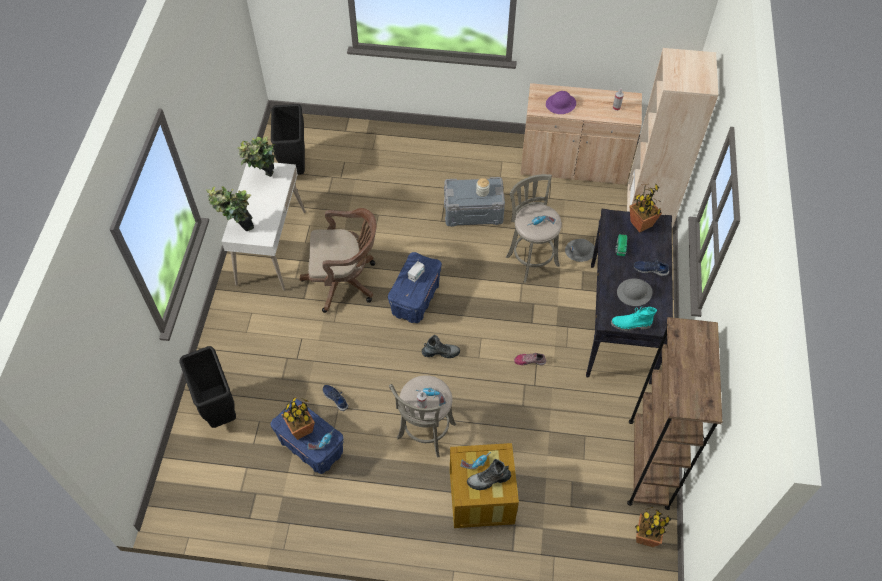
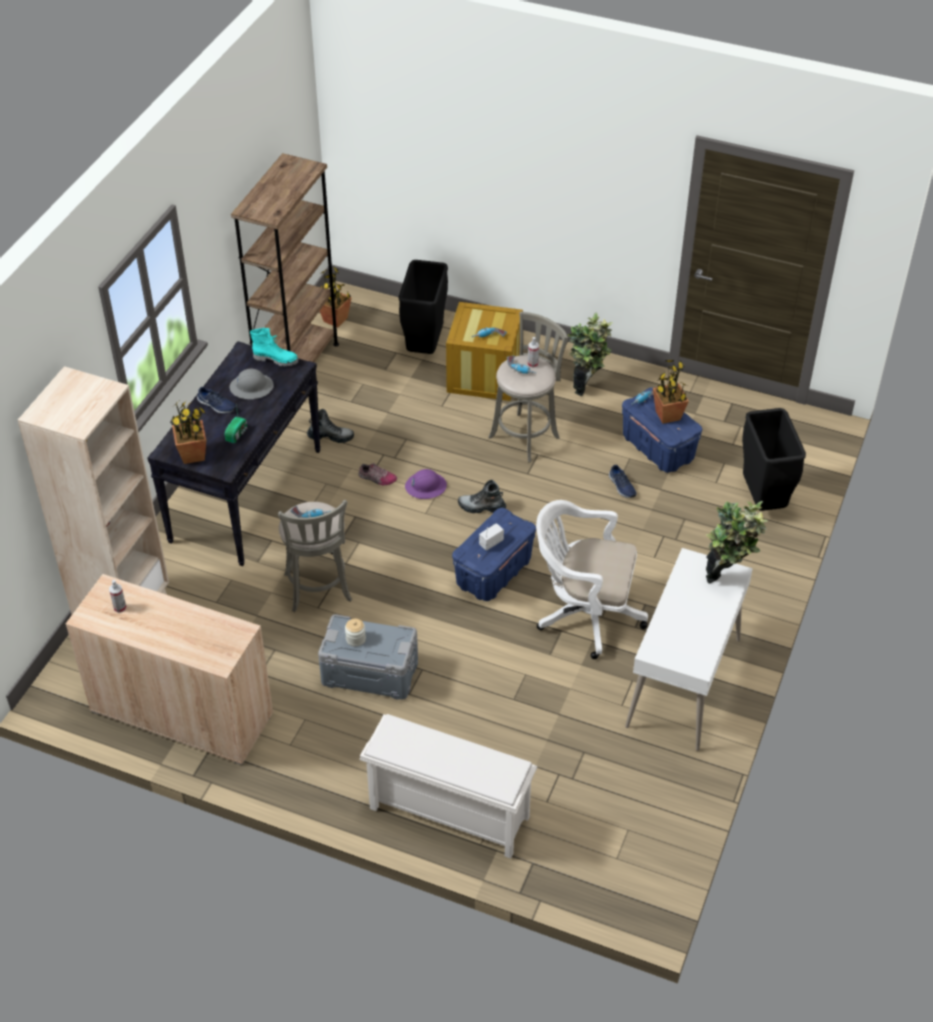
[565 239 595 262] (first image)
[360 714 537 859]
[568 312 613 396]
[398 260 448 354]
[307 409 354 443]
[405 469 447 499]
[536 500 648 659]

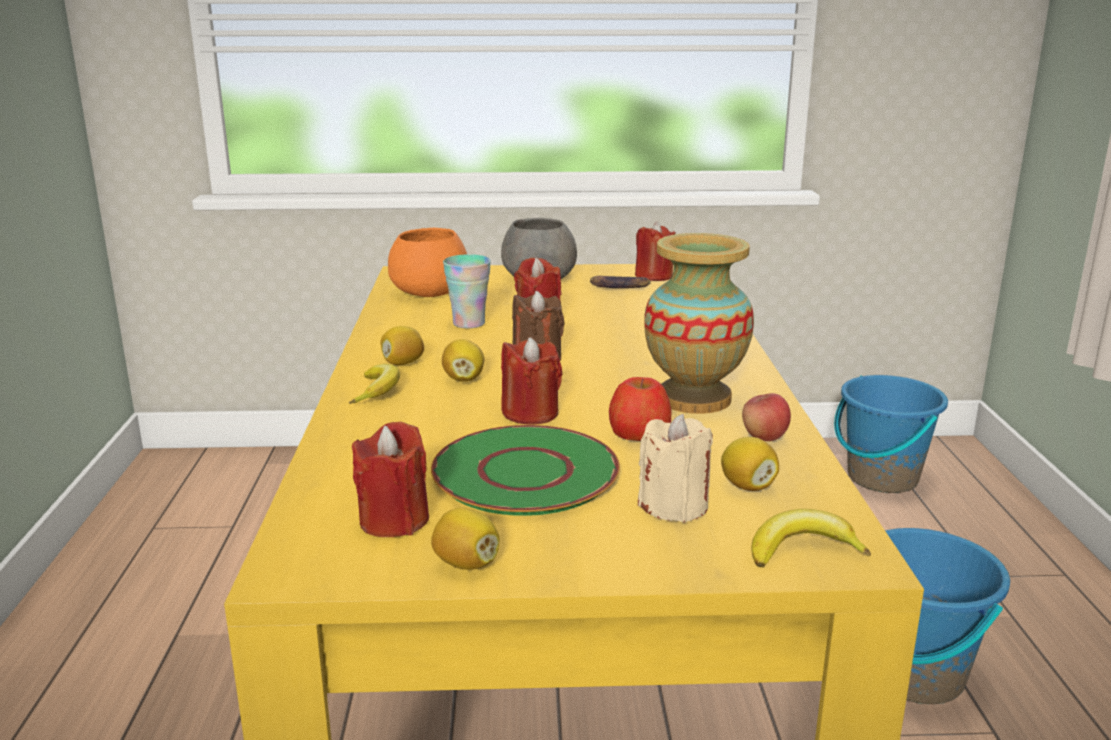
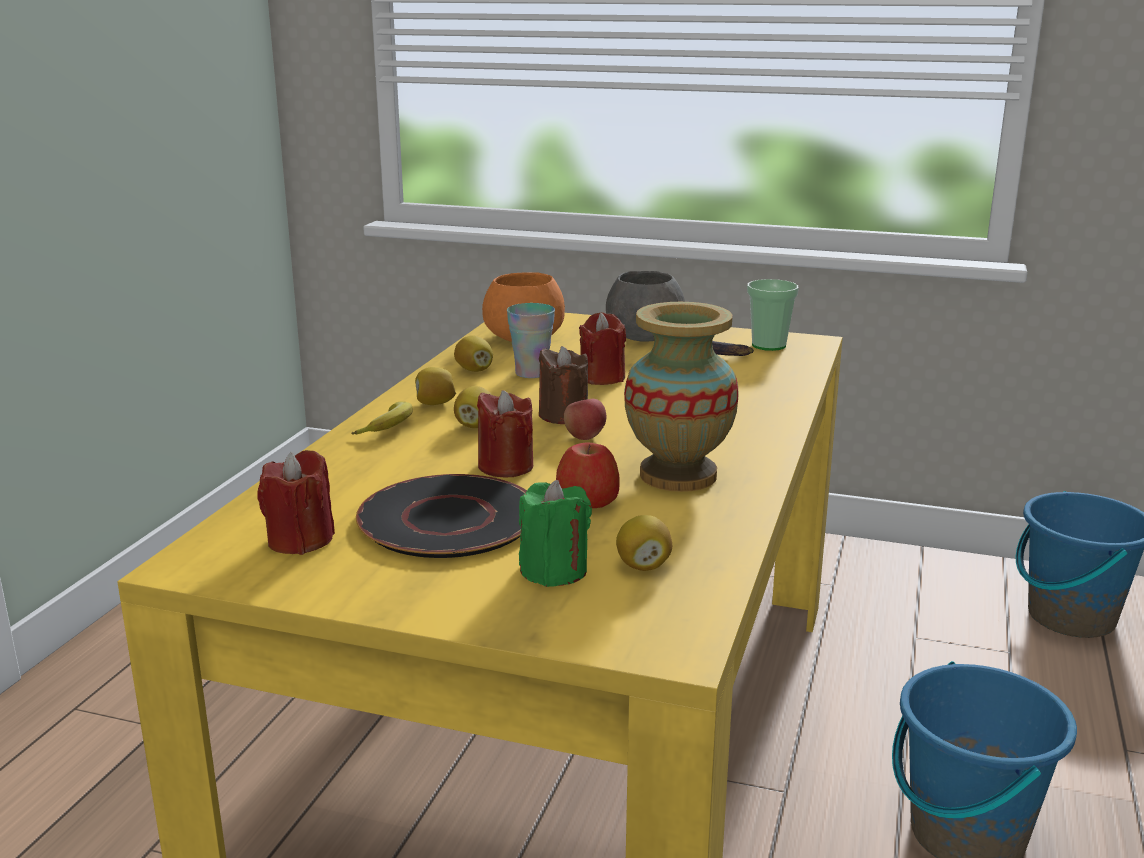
[751 509 871 568] (first image)
[454 335 493 372]
[564 399 606 440]
[747 279 799 351]
[356 474 527 558]
[519 480 592 587]

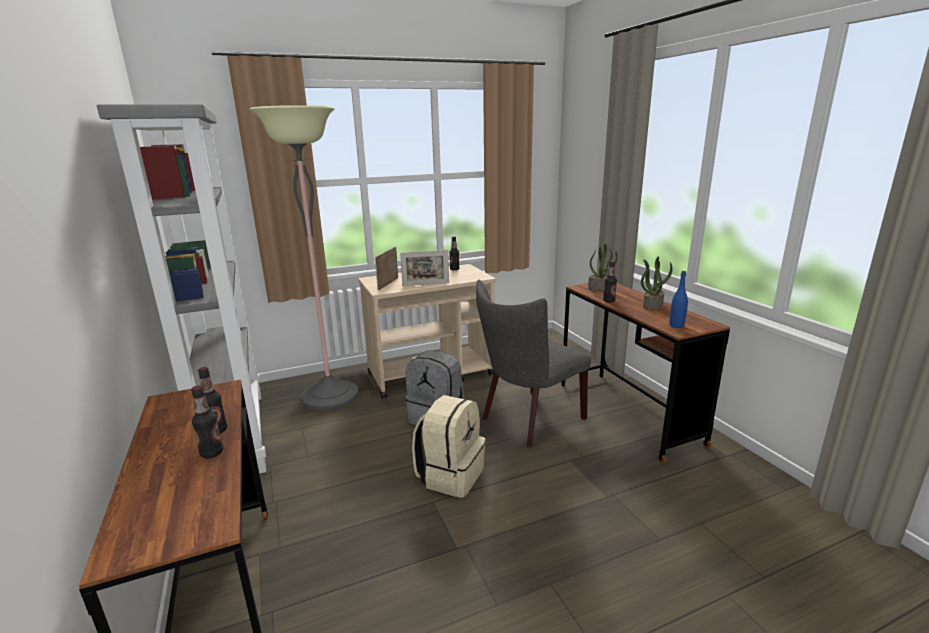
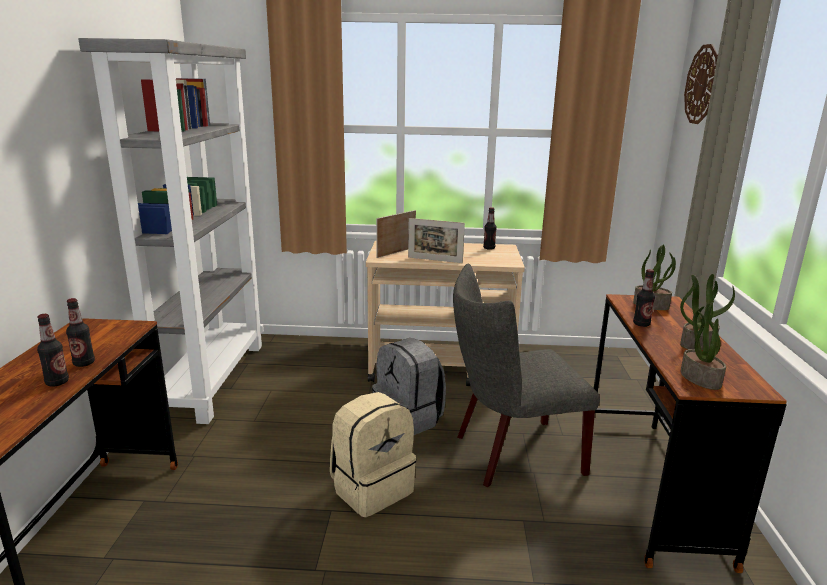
[249 105 359 410] (first image)
[684 44 718 124]
[680 301 726 390]

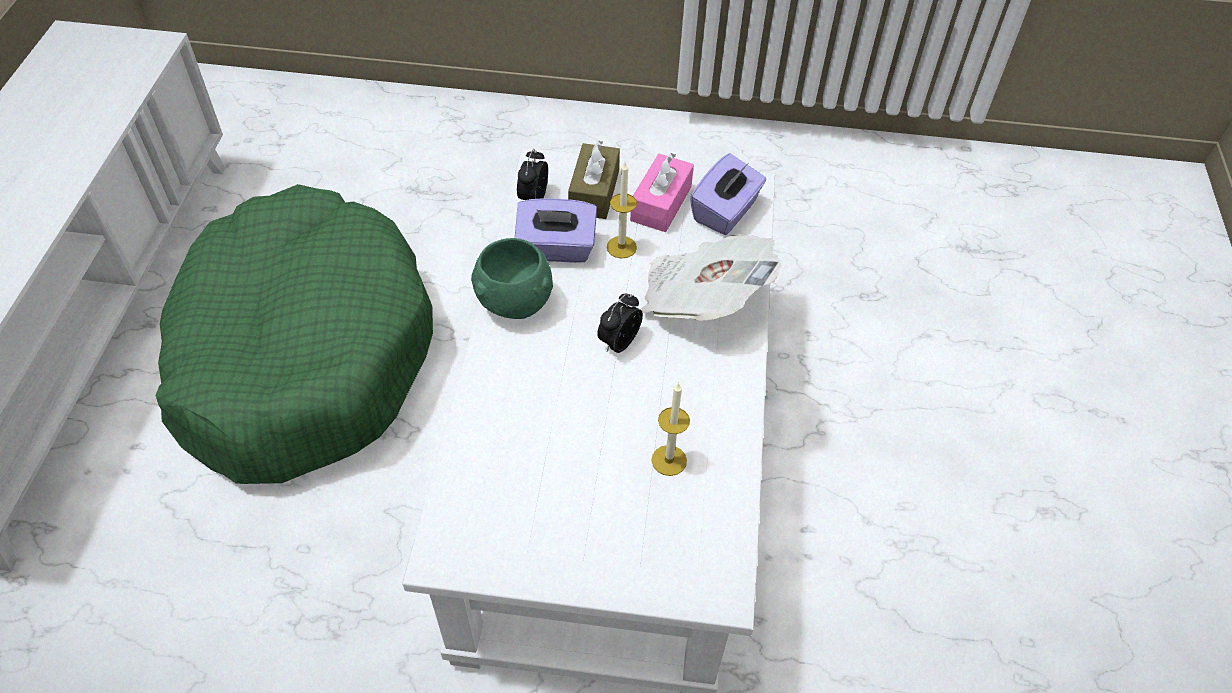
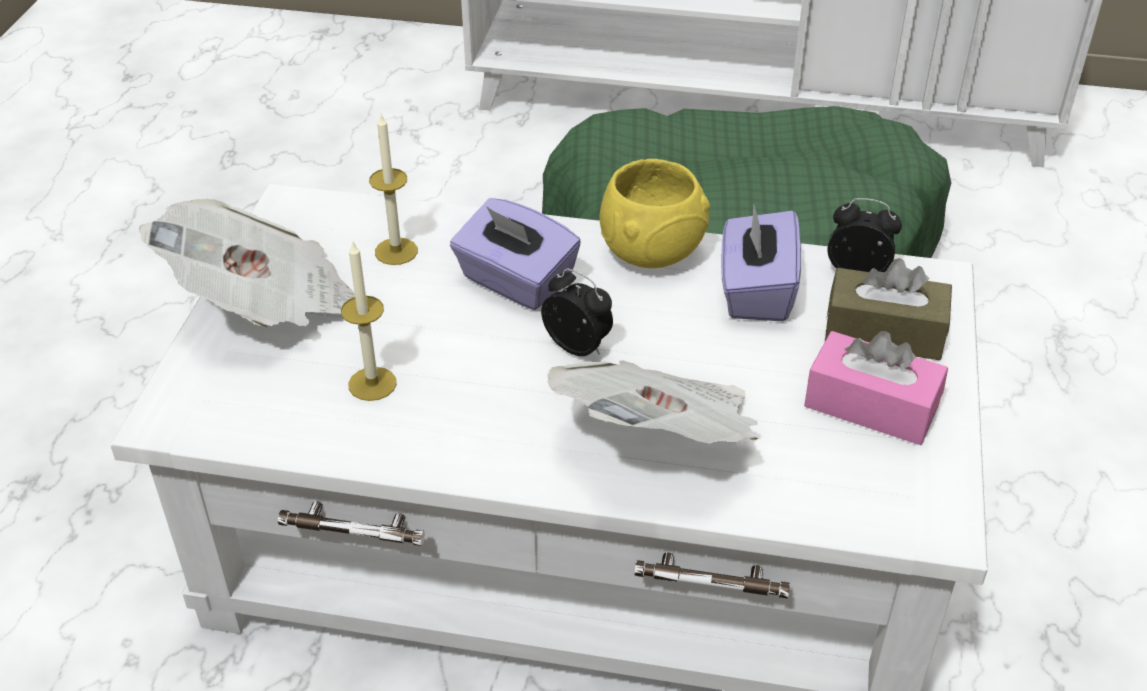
[139 199 355 327]
[369 115 418 265]
[450 198 581 310]
[599 159 710 268]

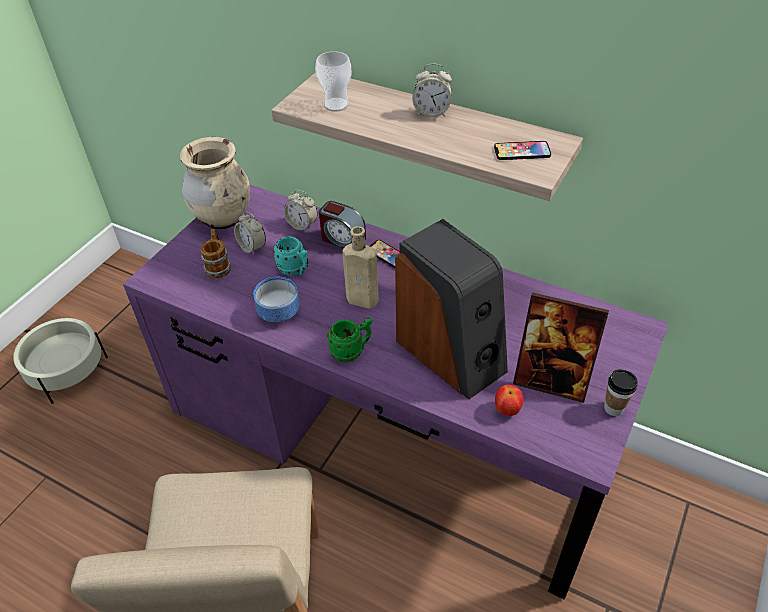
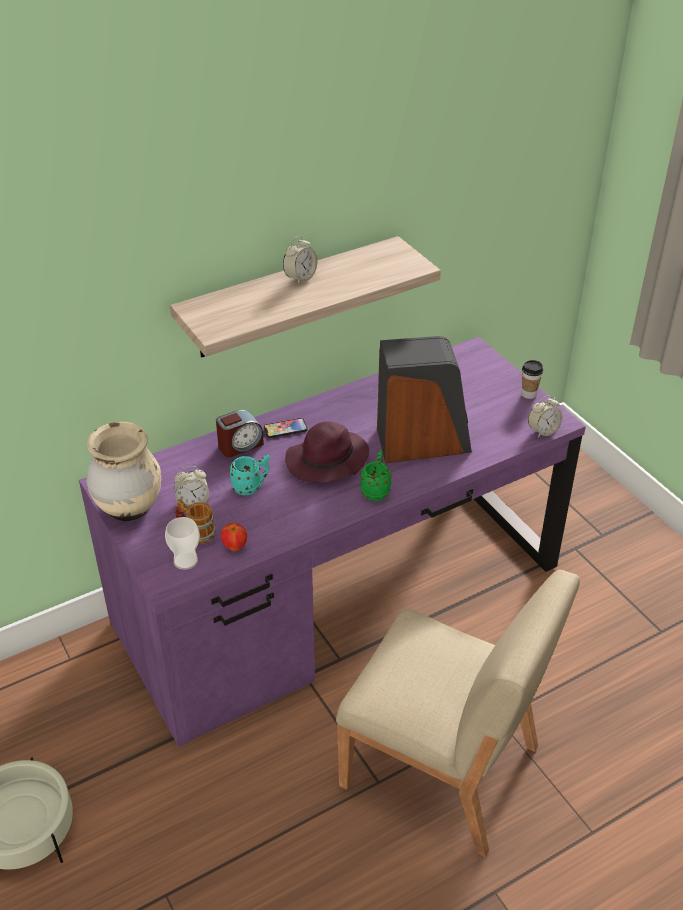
[254 277 300 322] (first image)
[494 141 551 160] (first image)
[513 292 609 403] (first image)
[528 395 562 437]
[165 517 200 570]
[221 523 247 551]
[285 421 369 483]

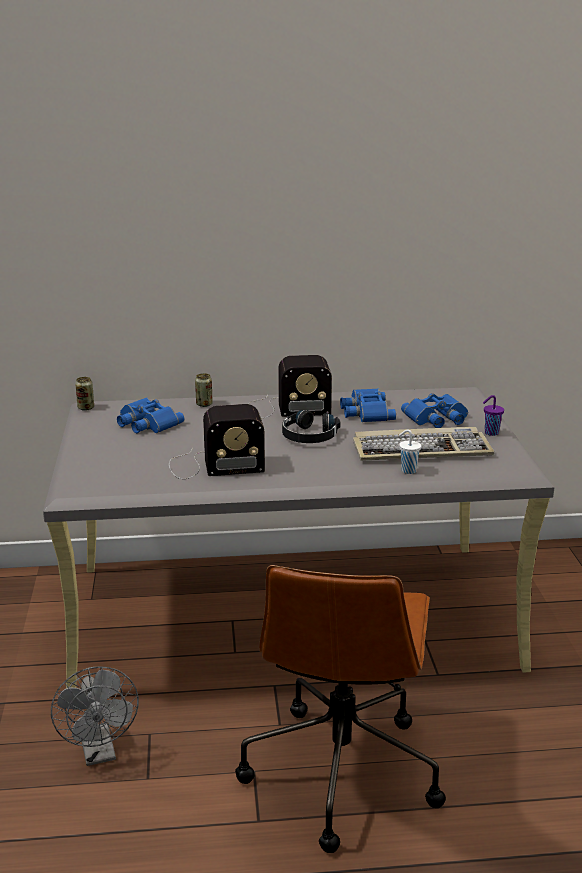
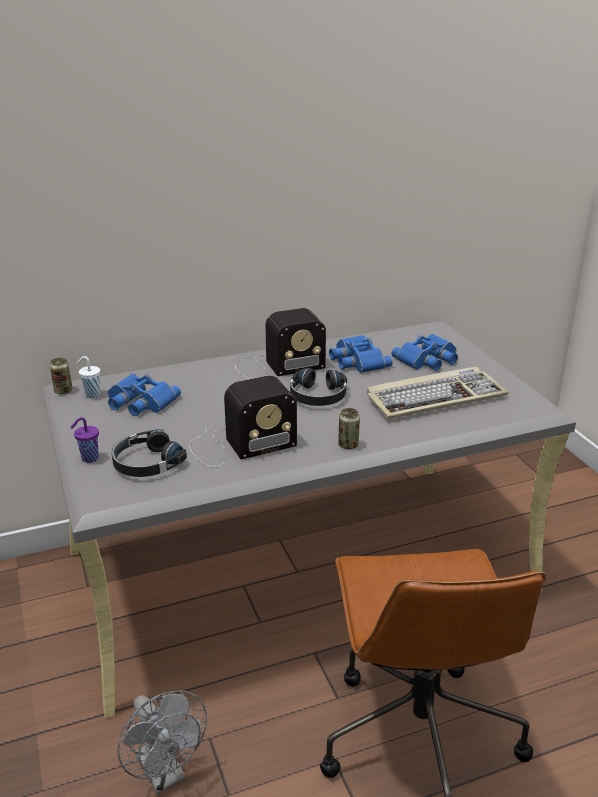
[112 429 187 477]
[338 408 360 449]
[77 356 100 398]
[70 417 99 463]

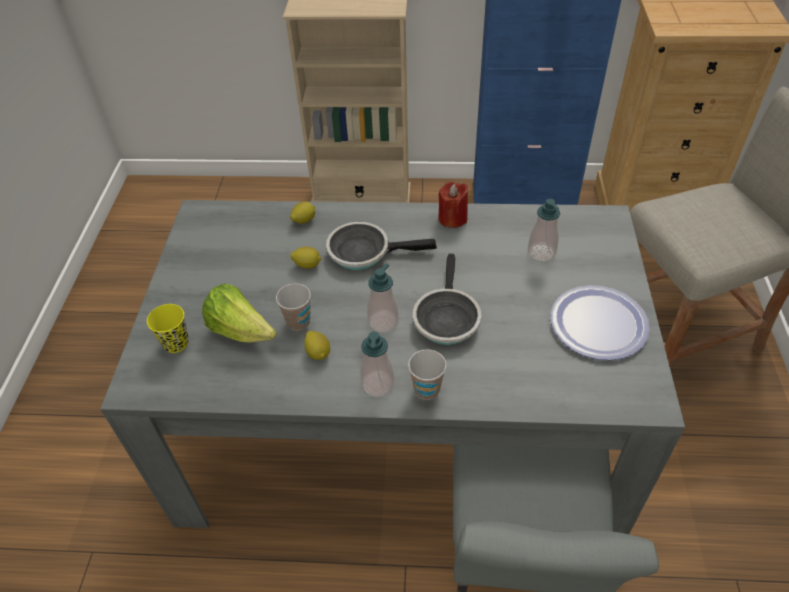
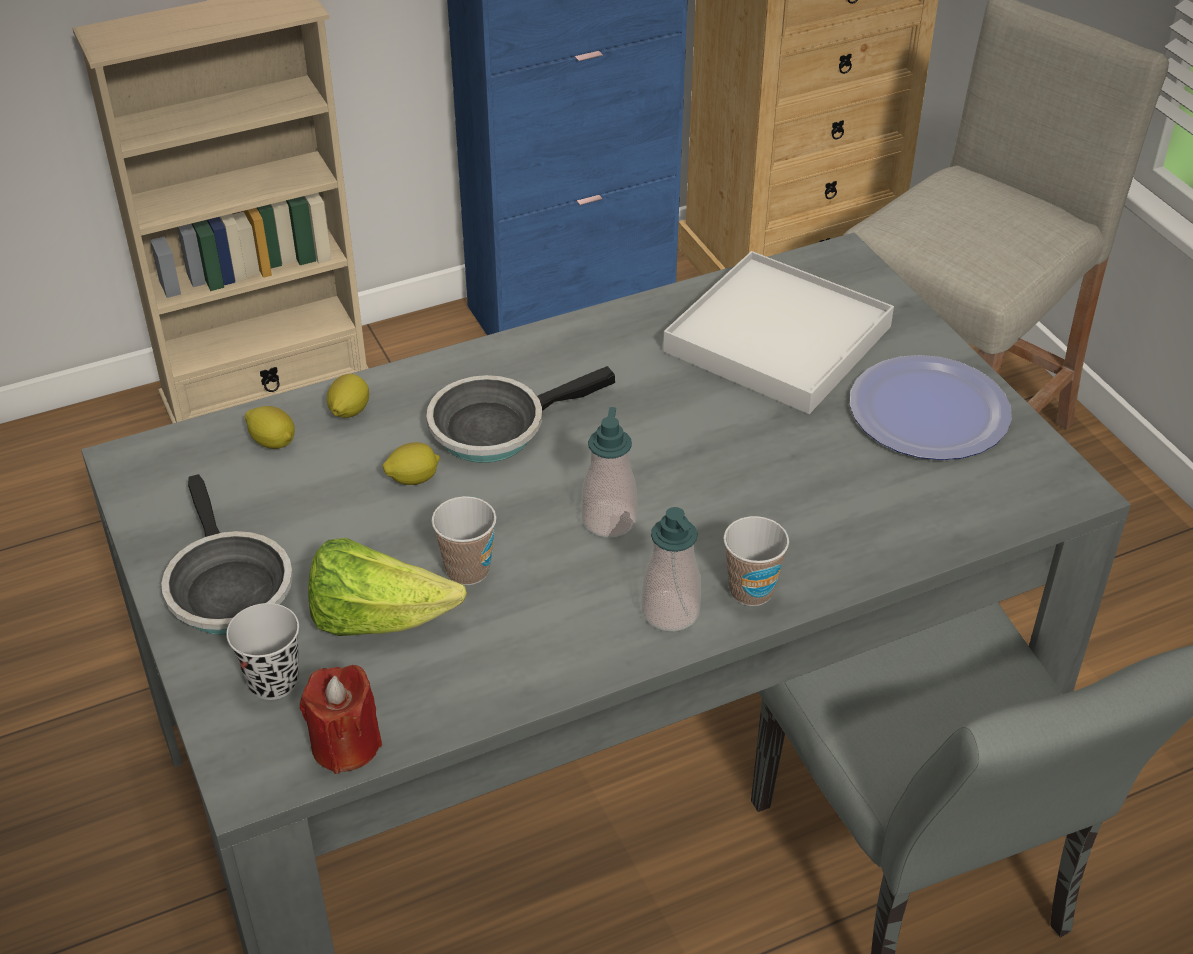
[245 406 295 449]
[161 474 293 635]
[300 665 382 774]
[663 251 894 414]
[226 603 299 700]

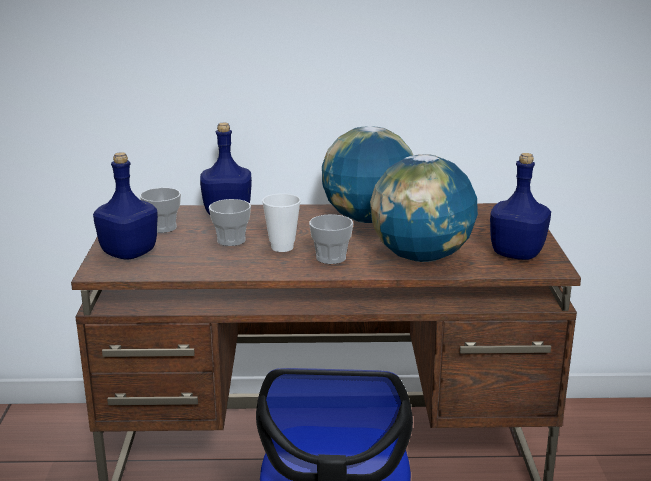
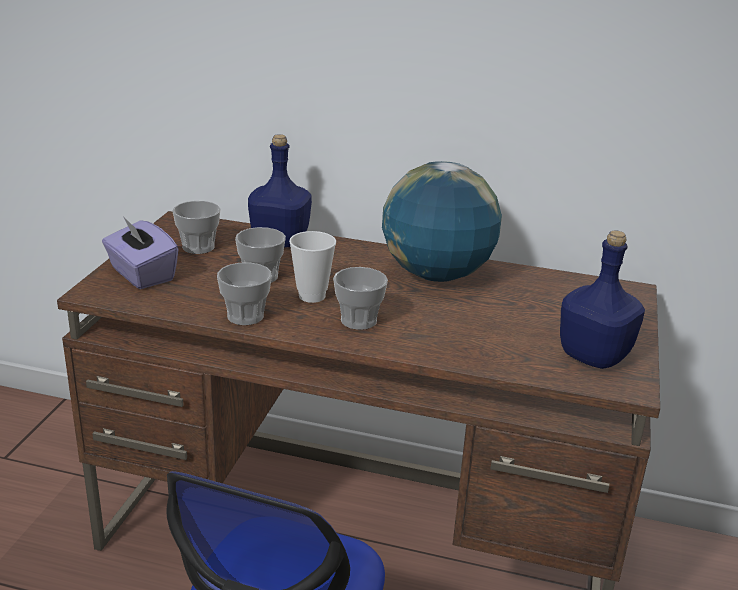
[370 154 478 262] (first image)
[217 262 272 325]
[102 216 178 289]

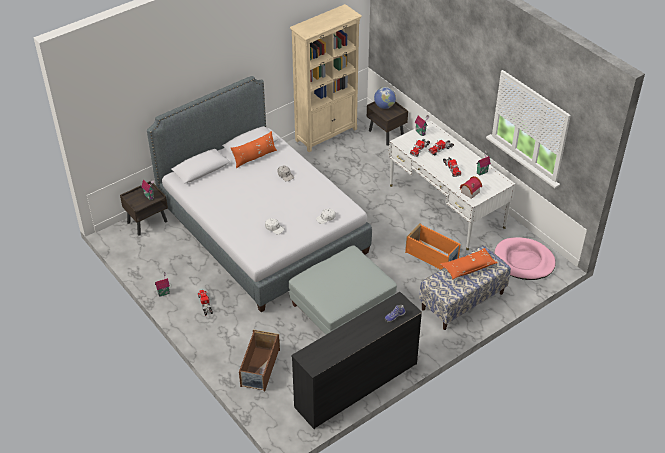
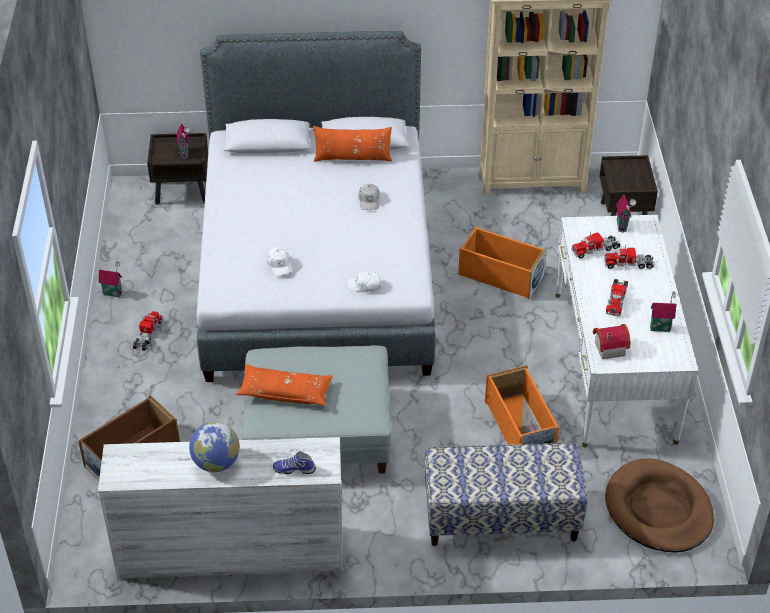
[458 227 547 300]
[189 422 240 472]
[236 364 333 406]
[98 437 343 579]
[605 458 714 552]

